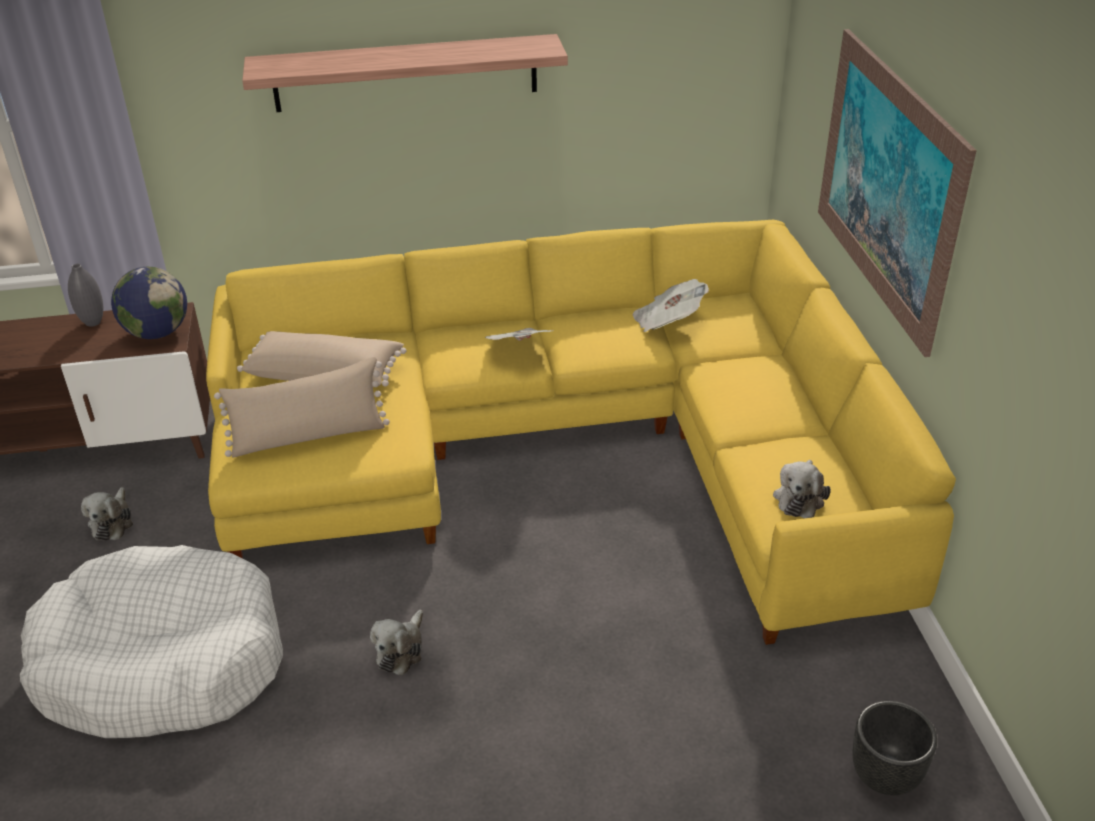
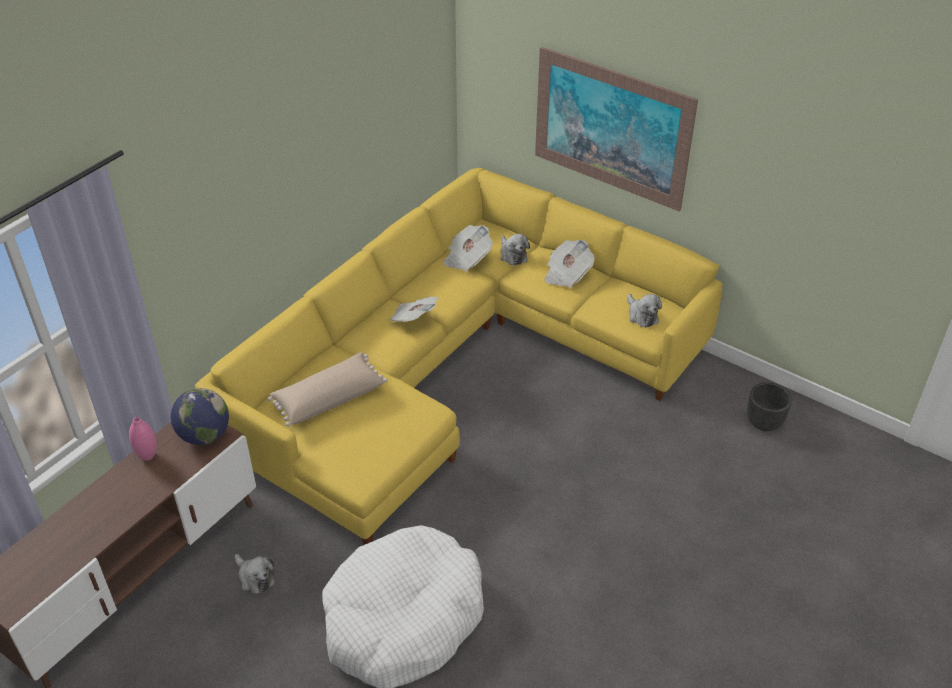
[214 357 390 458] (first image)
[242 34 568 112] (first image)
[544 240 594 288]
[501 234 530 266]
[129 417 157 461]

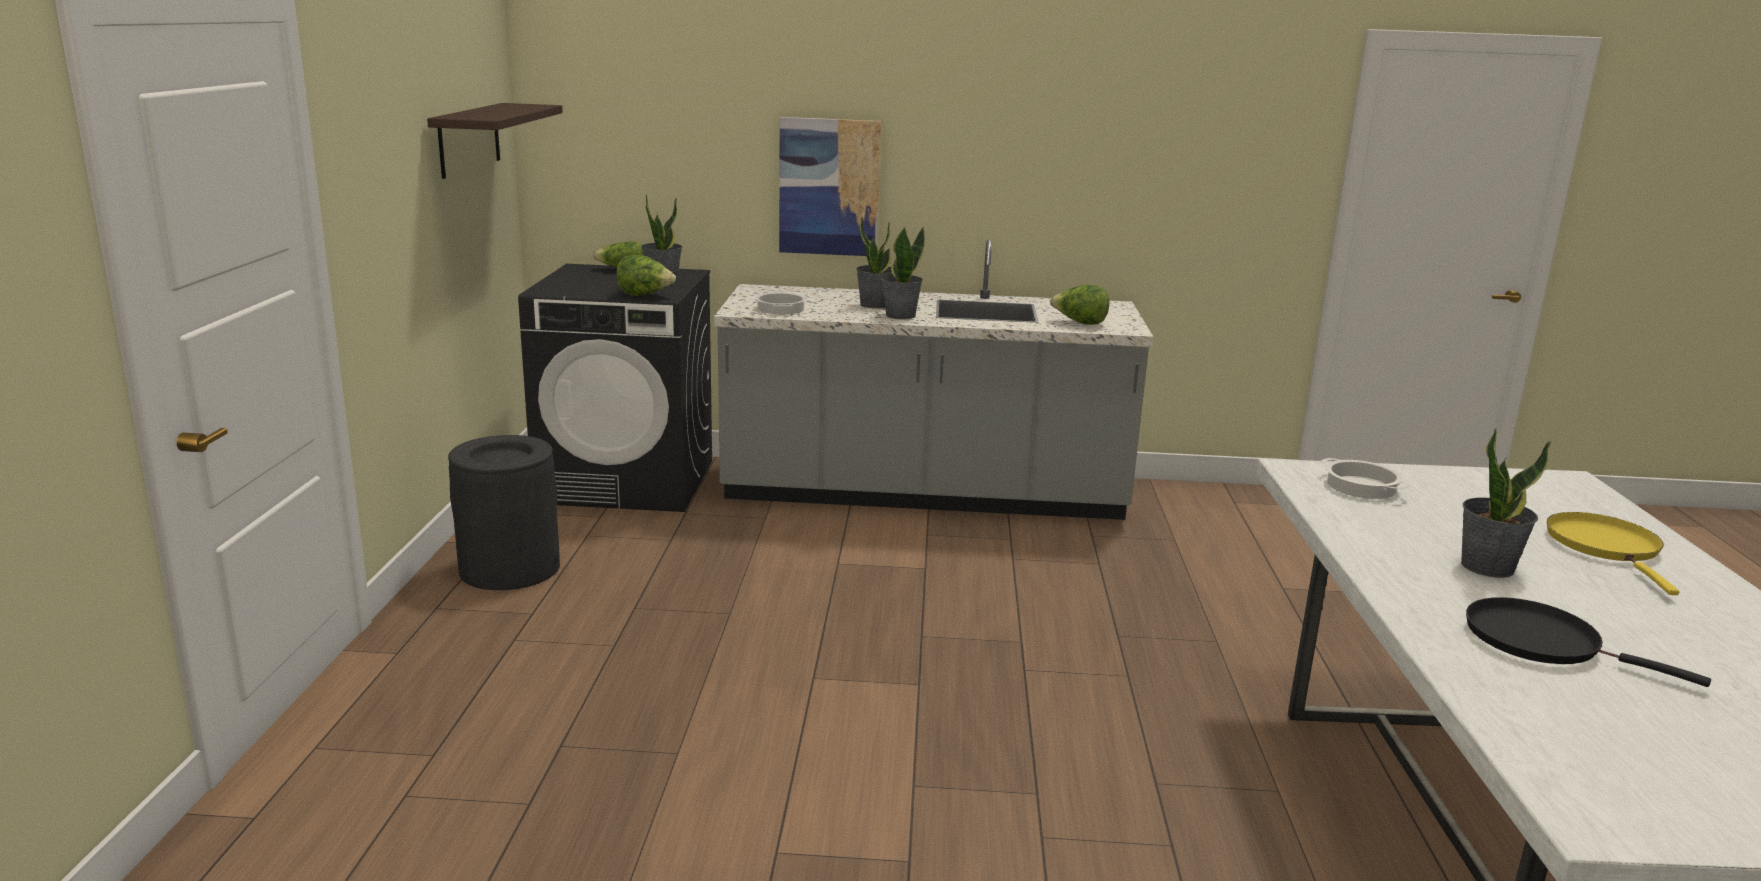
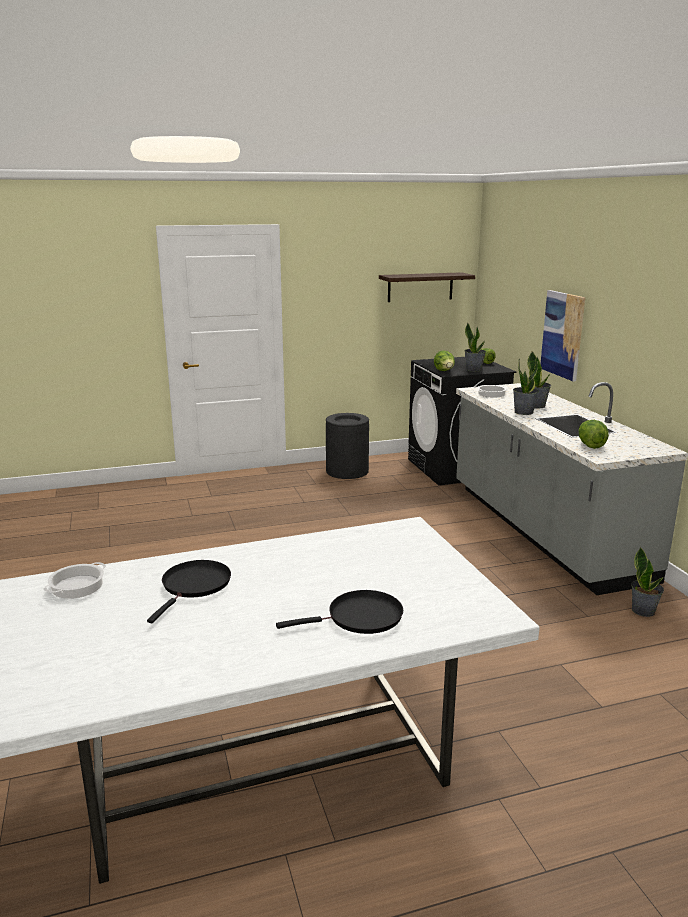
[43 562 106 599]
[631 547 664 617]
[276 590 403 634]

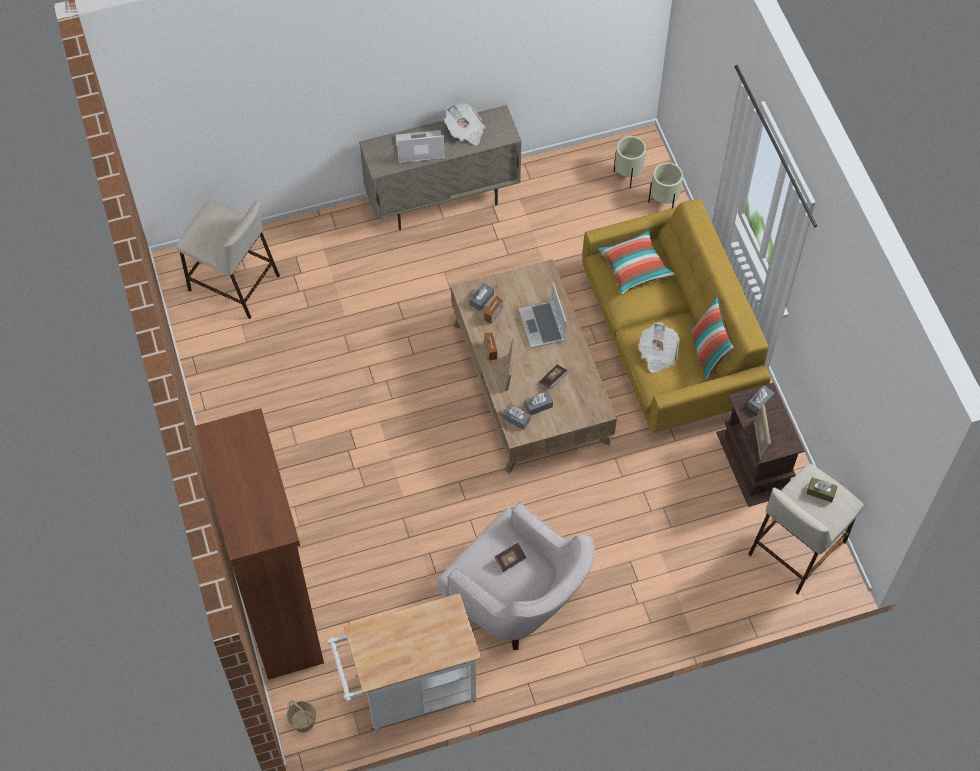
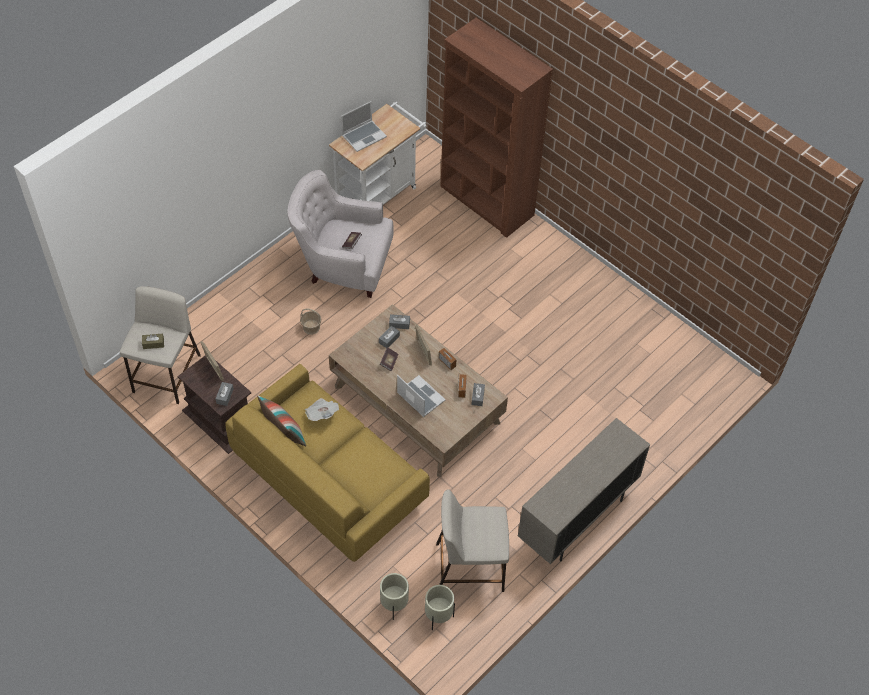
[445 103 485 145] (first image)
[597 230 675 294] (first image)
[436 489 509 592]
[300 309 321 335]
[341 101 387 152]

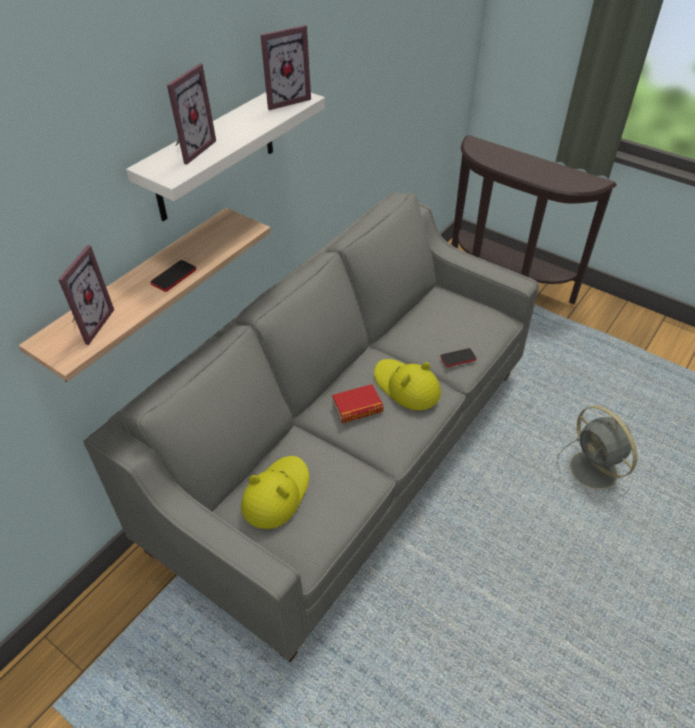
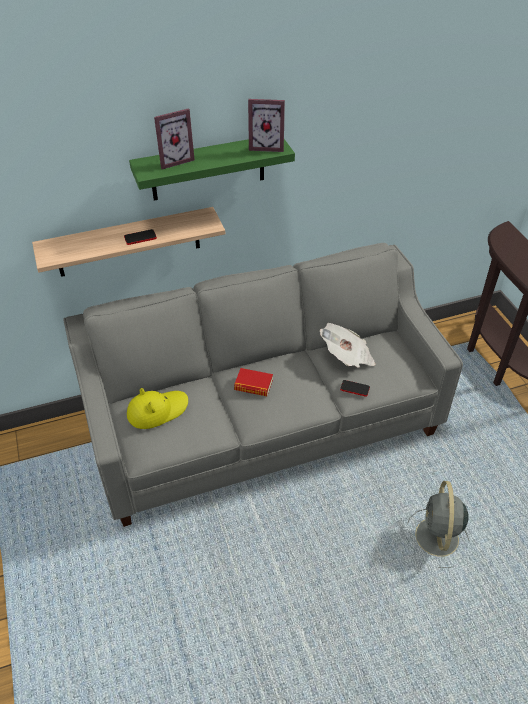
[58 245 114 345] (first image)
[374 359 441 410] (first image)
[320 323 375 368]
[129 139 295 201]

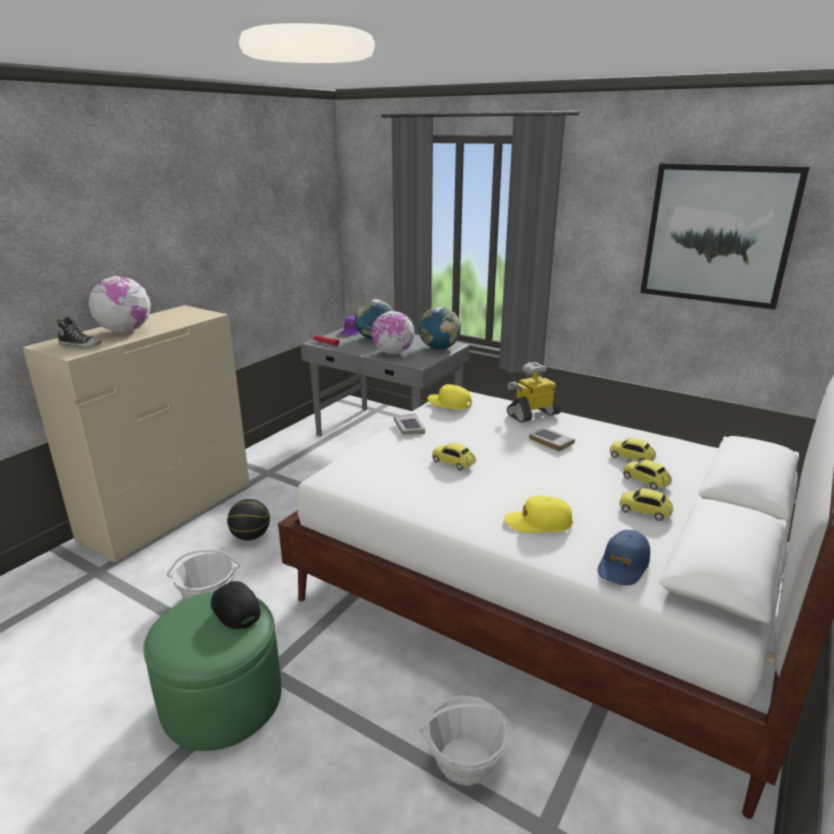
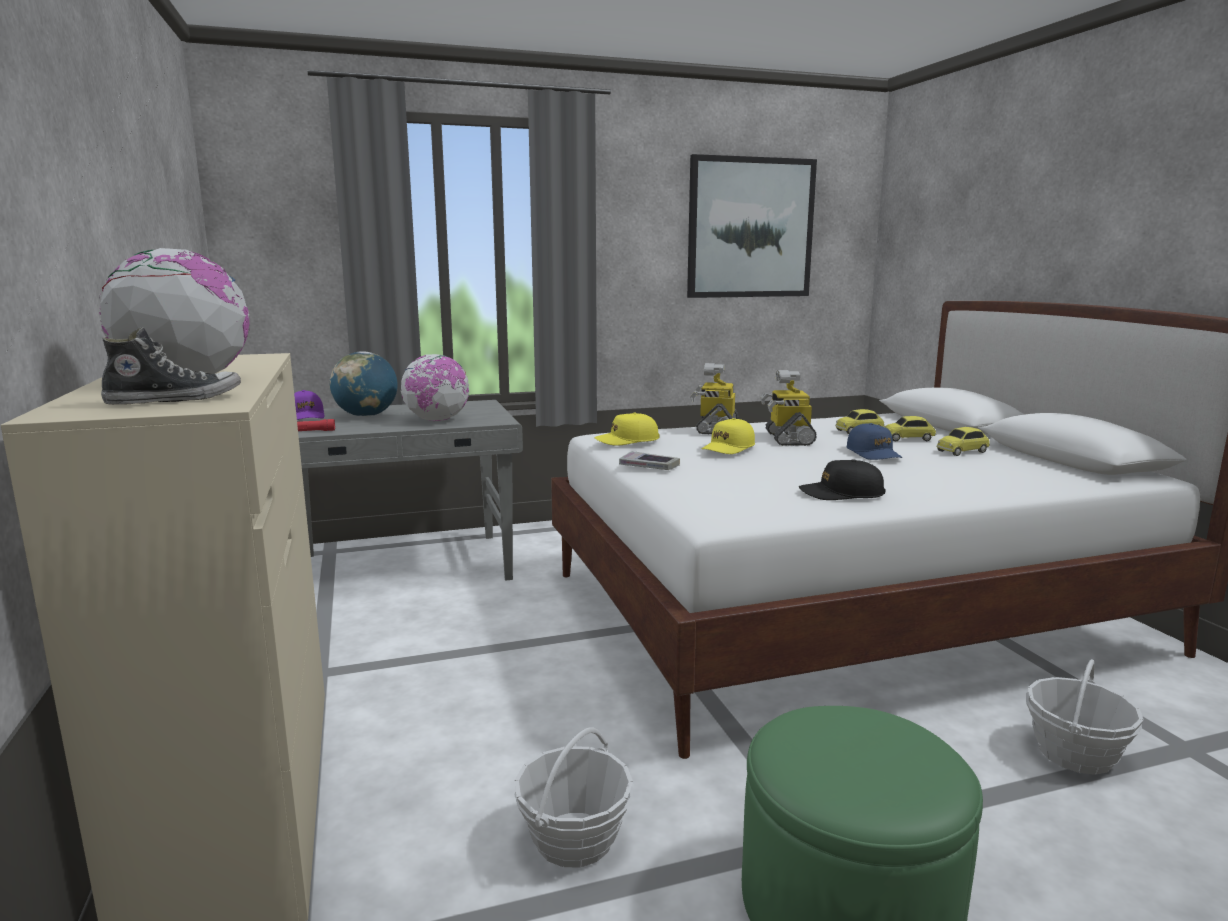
[227 499 270 541] (first image)
[419 307 461 349] (first image)
[432 442 476 470] (first image)
[799 459 886 500]
[702 418 755 454]
[846 423 902 460]
[760 370 817 446]

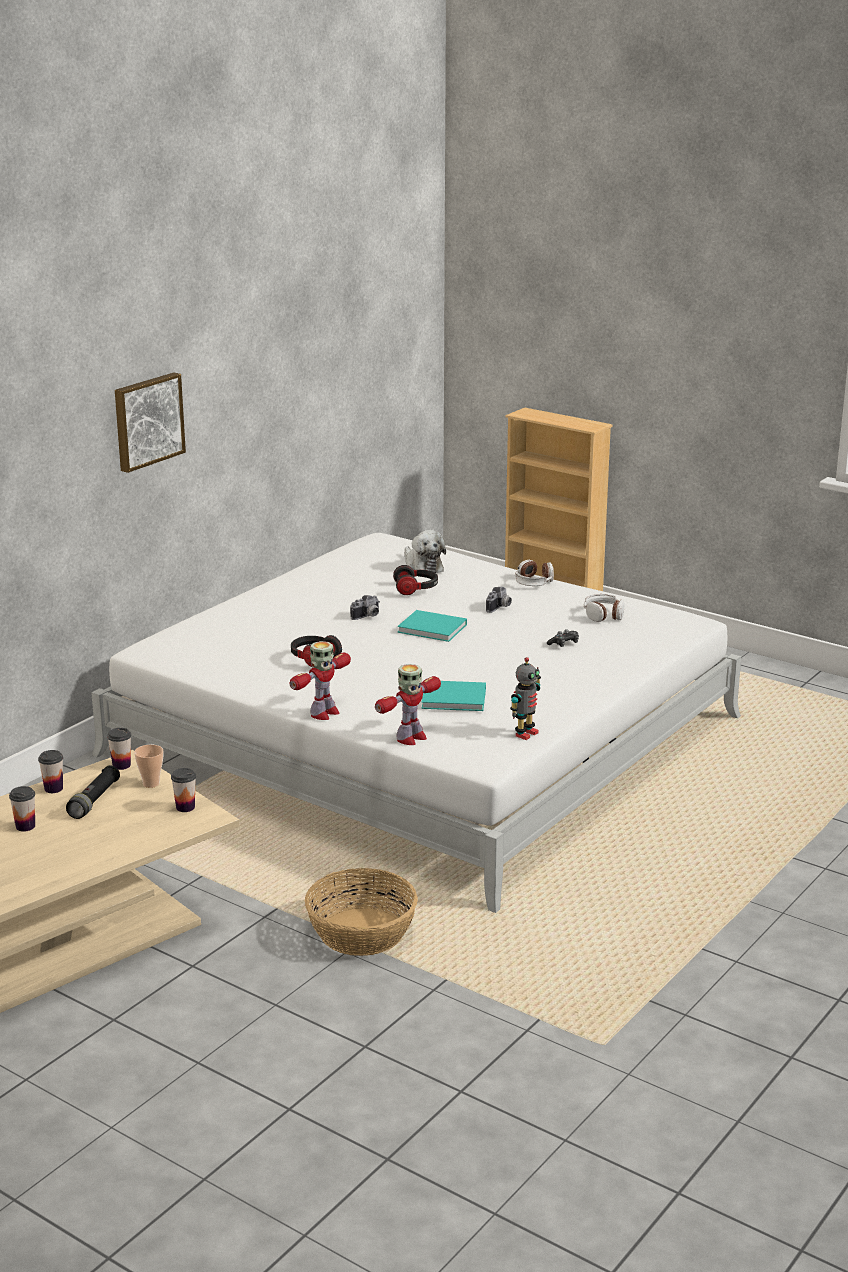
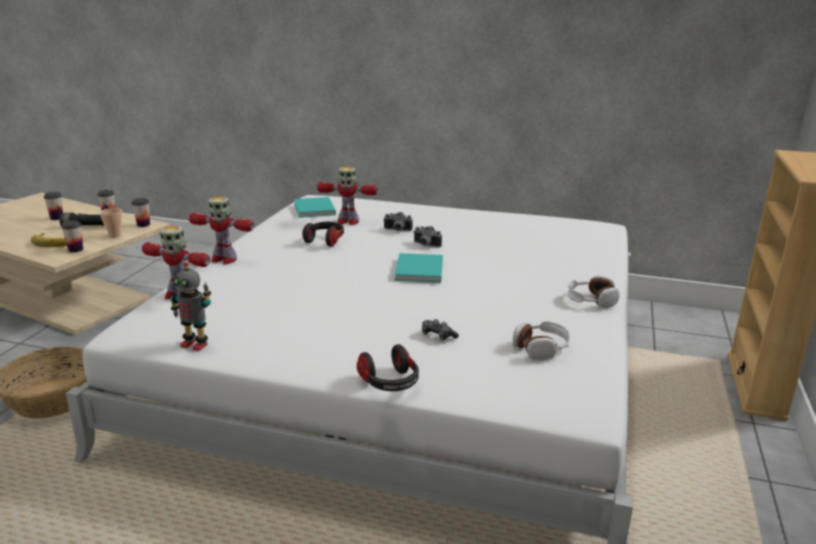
[115 373 186 473] (first image)
[404 530 446 573] (first image)
[31 233 67 247]
[317 167 378 225]
[357 344 419 391]
[294 197 336 218]
[383 212 413 231]

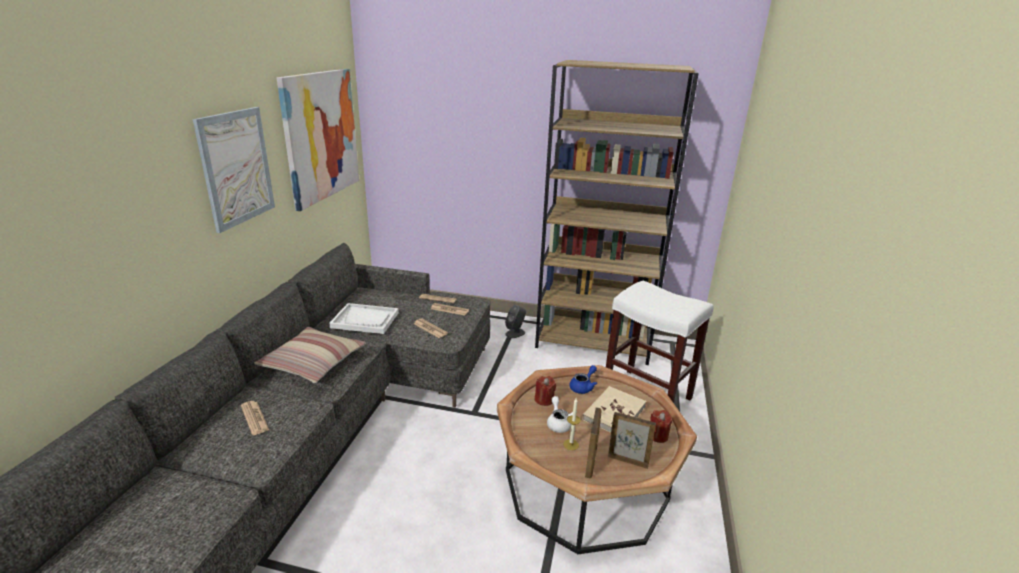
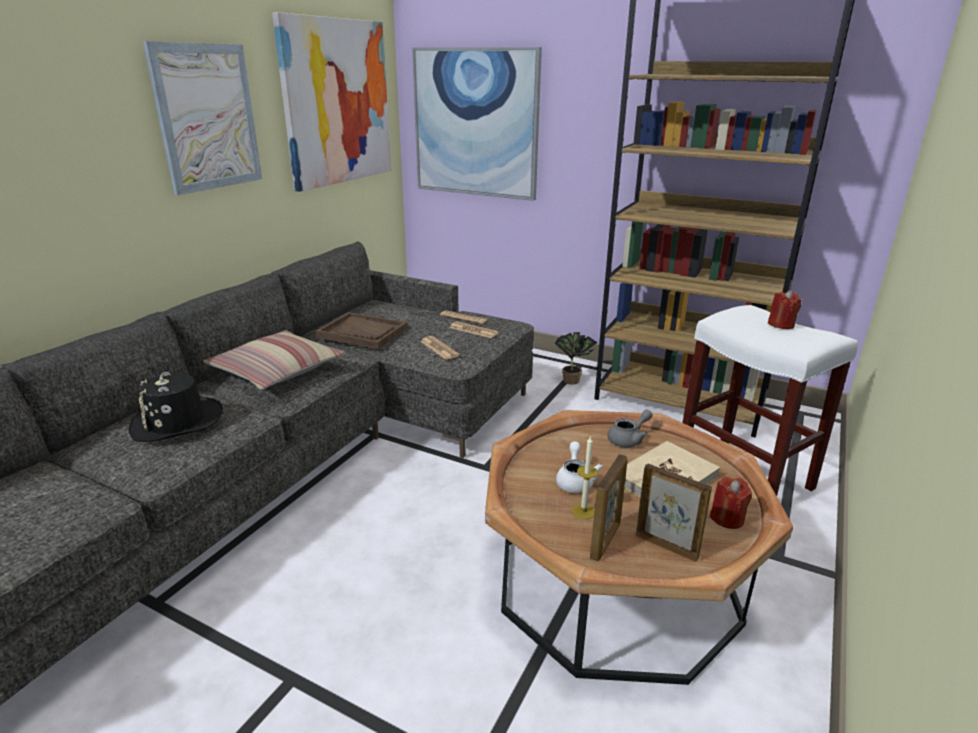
[412 47 542 201]
[768 290 801 329]
[129 372 223 442]
[555 332 598 385]
[316 312 407 349]
[607 410 653 447]

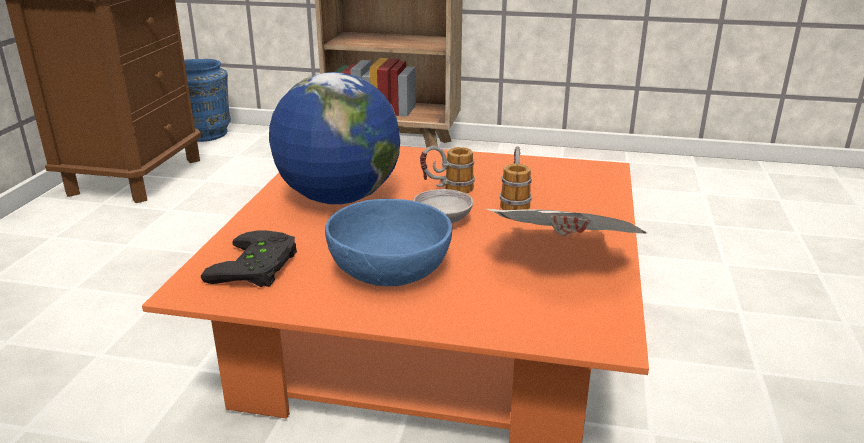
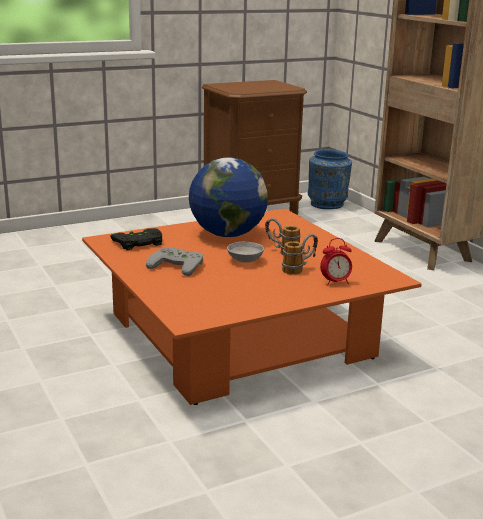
[486 209 647 237] (first image)
[320 238 352 285]
[146 248 203 276]

